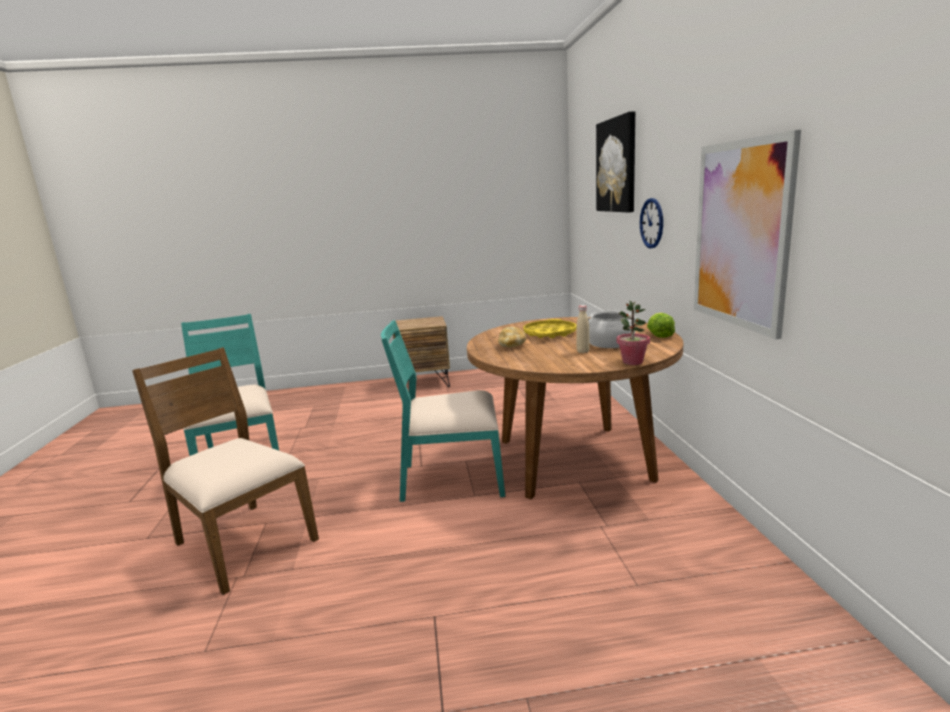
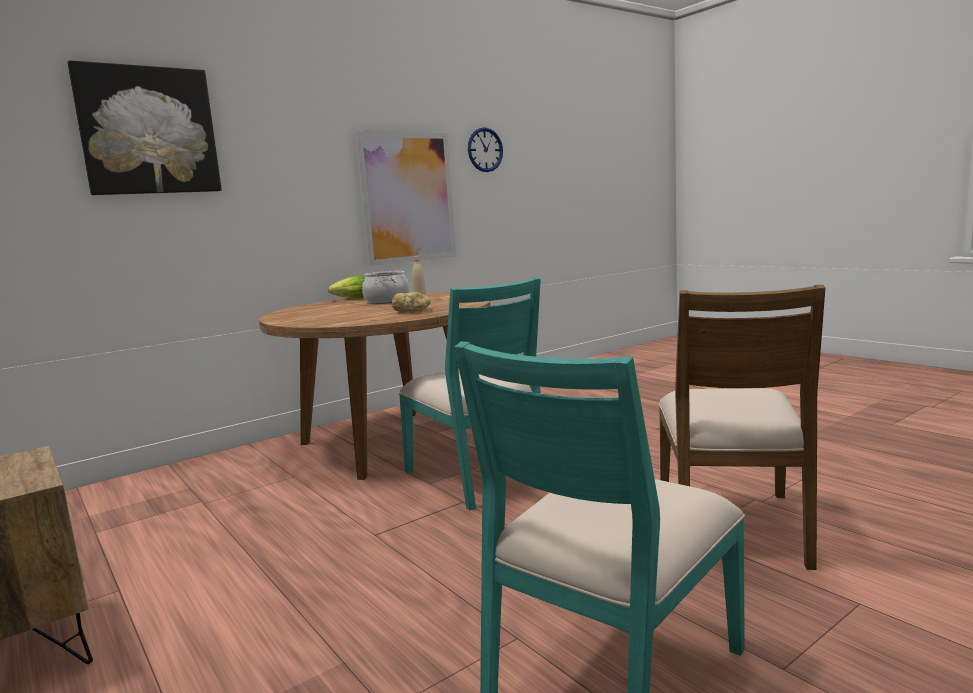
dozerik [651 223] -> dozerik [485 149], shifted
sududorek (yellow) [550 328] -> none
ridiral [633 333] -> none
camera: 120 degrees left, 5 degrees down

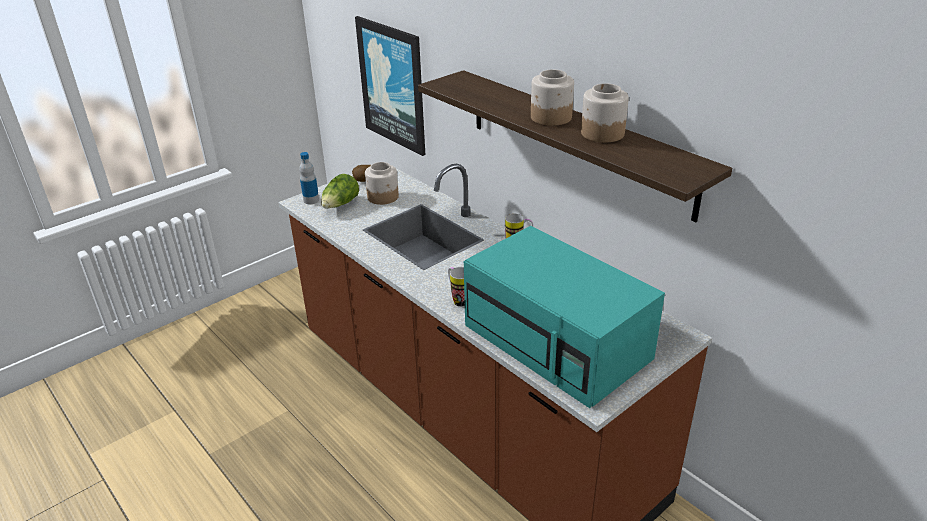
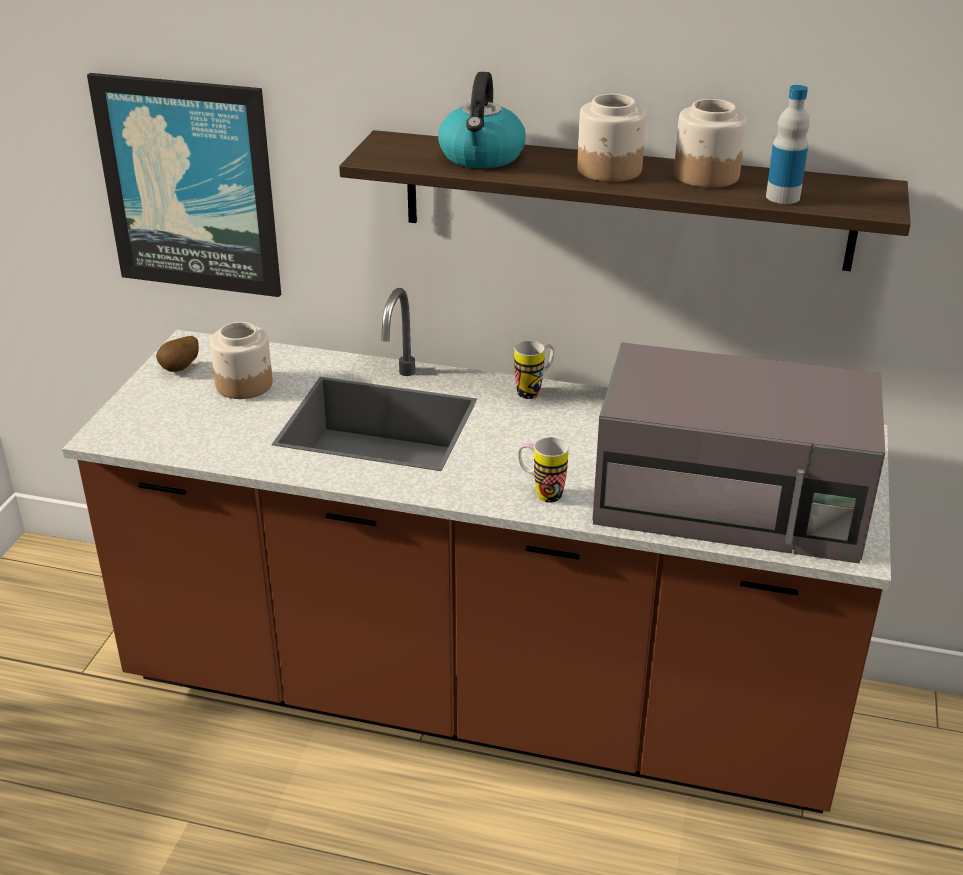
none -> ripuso [482 120]
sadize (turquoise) [564 317] -> sadize (grey) [738 453]
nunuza [309 178] -> nunuza [788 144], shifted
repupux [340 191] -> none
camera: 35 degrees left, 0 degrees up

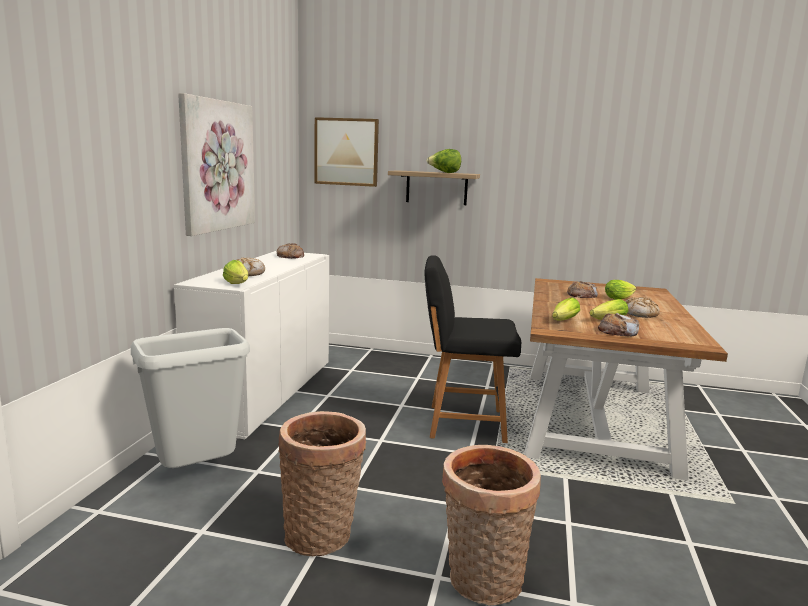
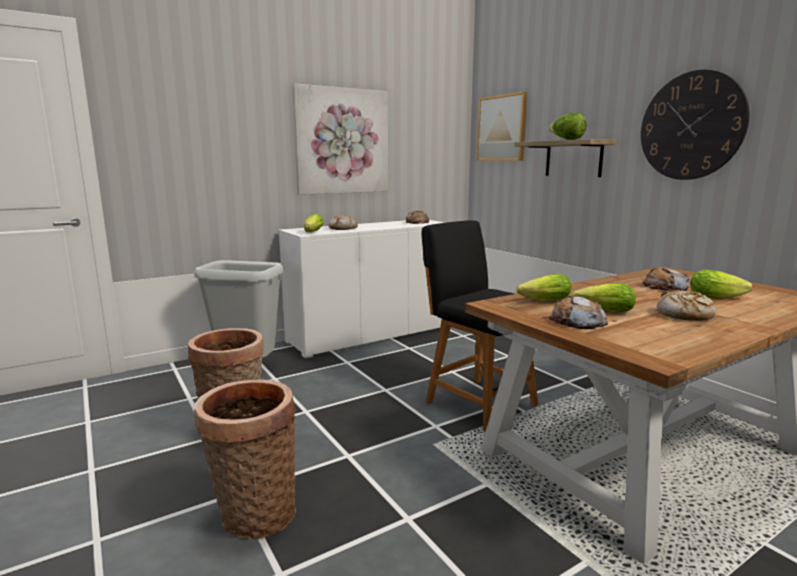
none -> dozerik [695 125]
camera: 45 degrees right, 0 degrees up

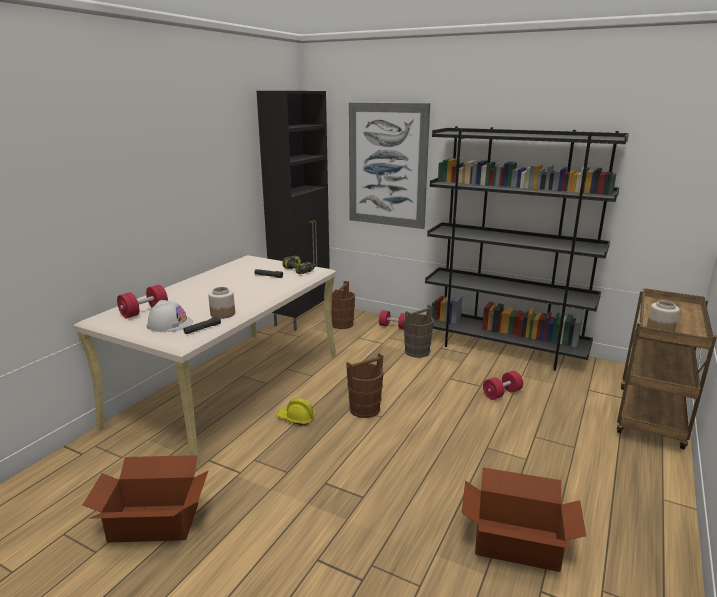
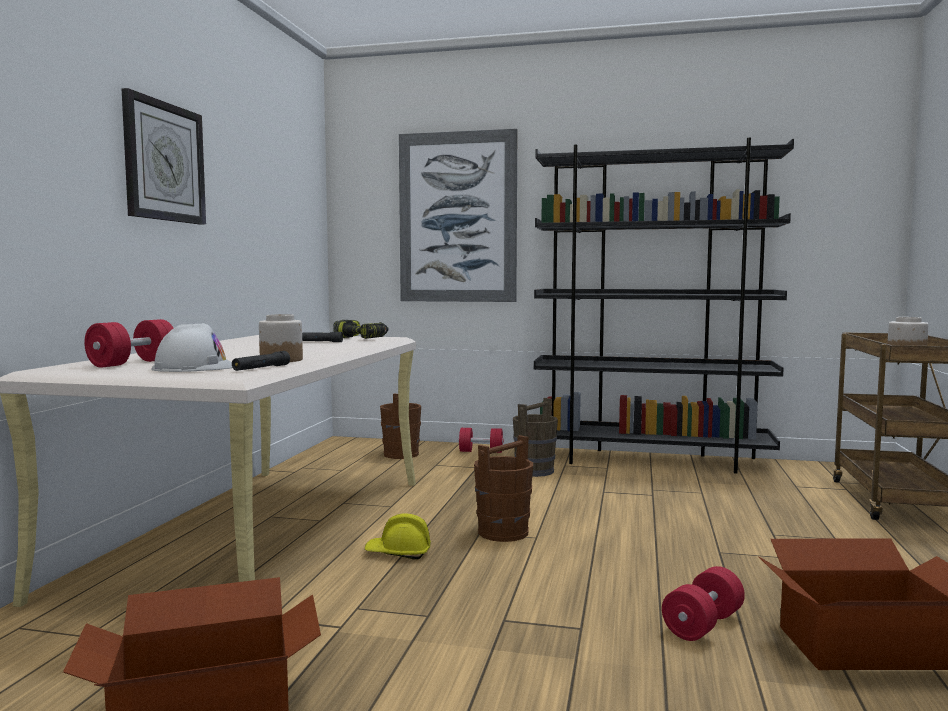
none -> dozerik [164 156]
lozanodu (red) [503 385] -> lozanodu (red) [703 603], shifted
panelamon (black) [293 211] -> none
camera: 15 degrees left, 15 degrees down

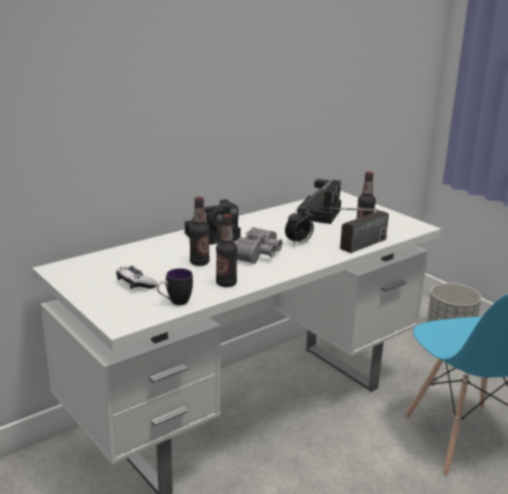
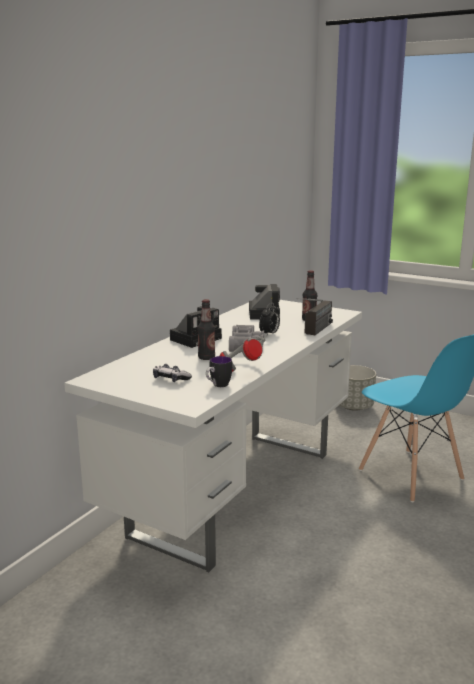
nunuza [226 250] -> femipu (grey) [242 354]
camera: 20 degrees left, 5 degrees down

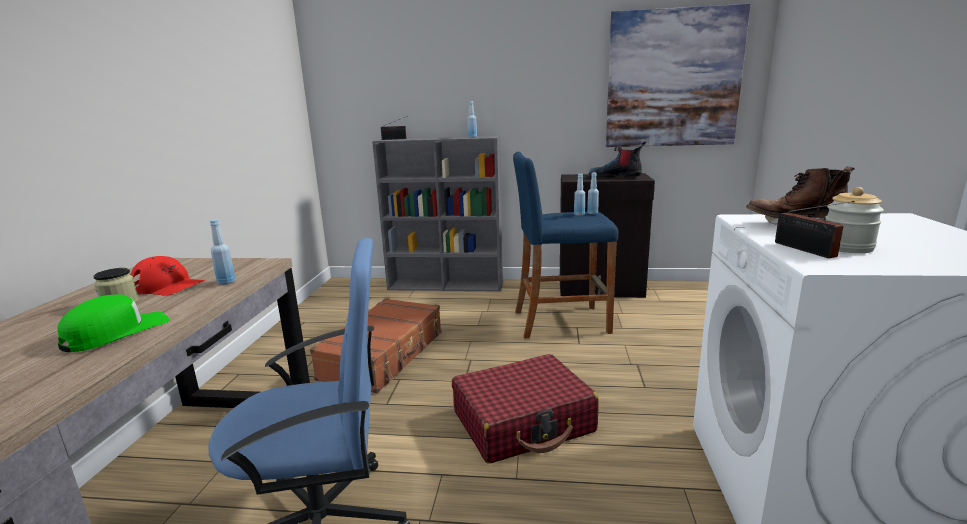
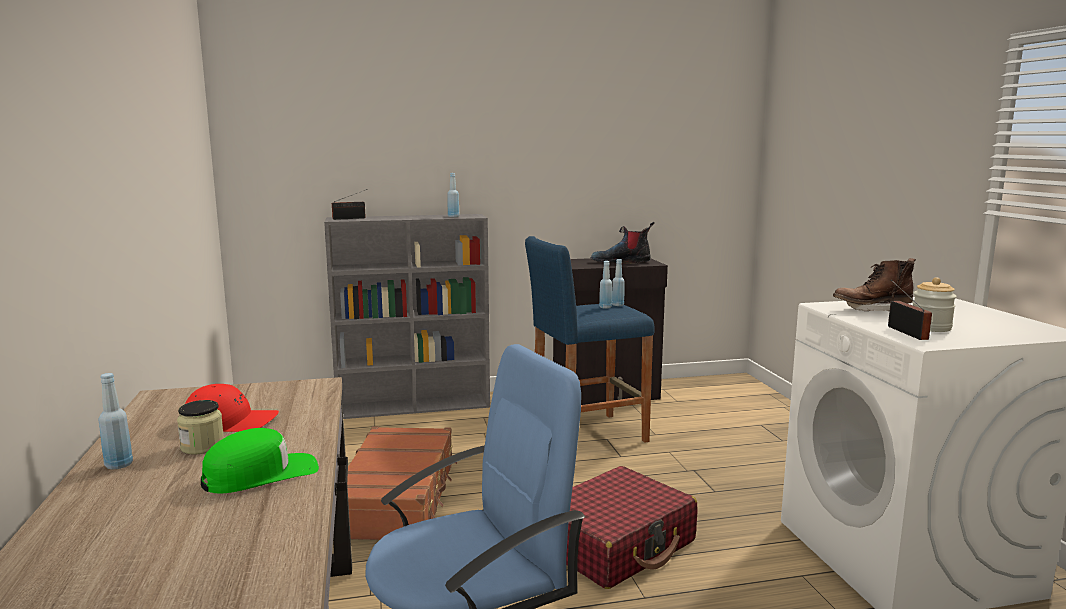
nunuza (blue) [223 252] -> nunuza (blue) [115 421], shifted
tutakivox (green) [113 323] -> tutakivox (green) [260 461], 45 degrees clockwise
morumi [815 229] -> morumi [910 310], 150 degrees counterclockwise
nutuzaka [678 75] -> none
camera: 20 degrees left, 5 degrees down

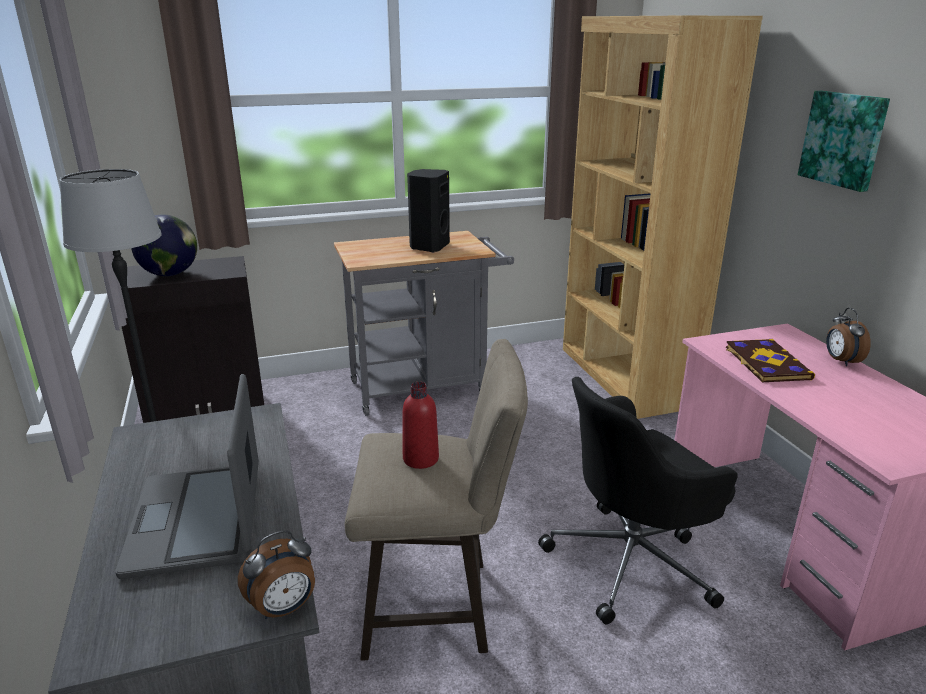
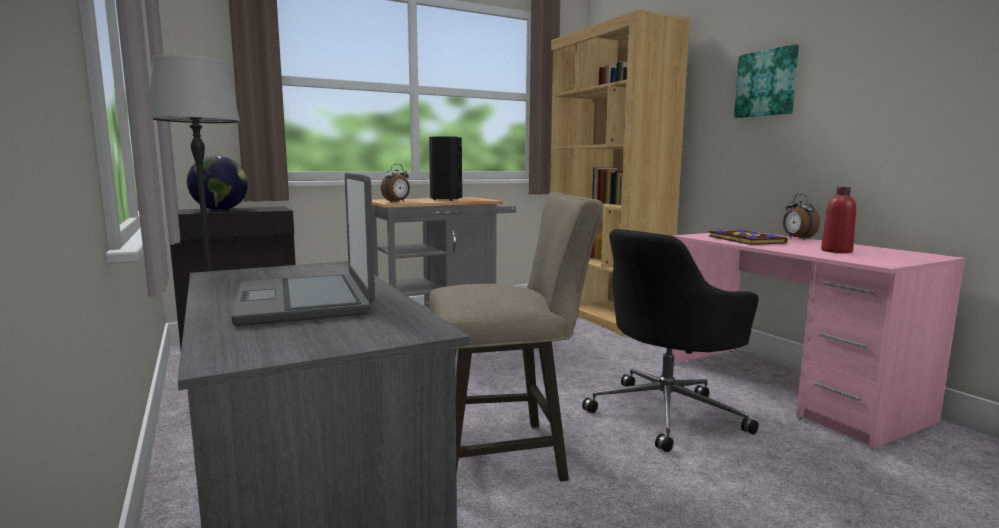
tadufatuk [276 574] -> tadufatuk [395 183], shifted
nunuza (red) [421 425] -> nunuza (red) [838 220], shifted
camera: 10 degrees left, 15 degrees down

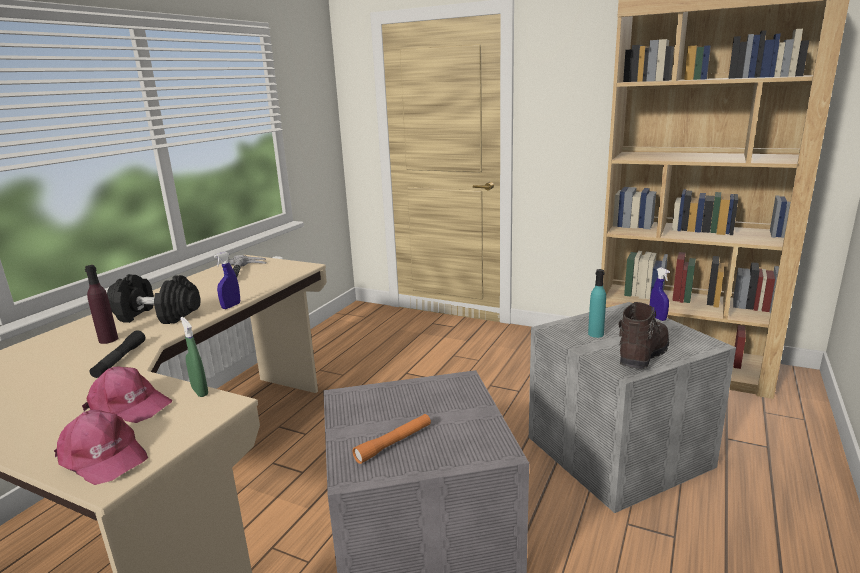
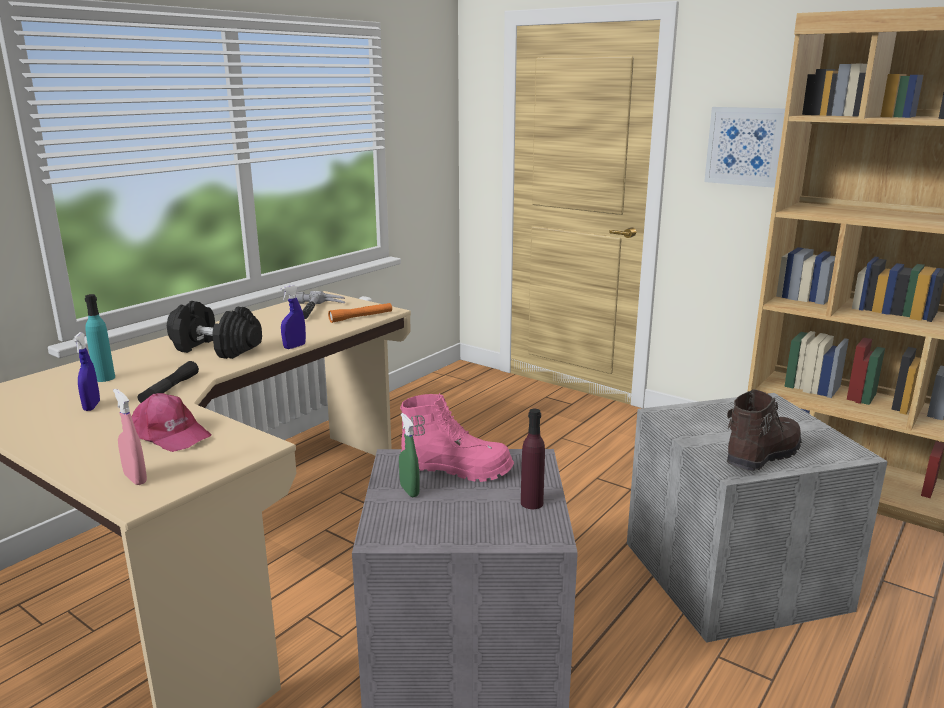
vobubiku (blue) [660 294] -> vobubiku (blue) [86 371], shifted
nunuza (turquoise) [597 303] -> nunuza (turquoise) [100 338], shifted
tutakivox (pink) [101 447] -> vobubiku (pink) [130 437]
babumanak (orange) [391 439] -> babumanak (orange) [360 313], shifted
vobubiku (green) [194 357] -> vobubiku (green) [409 455], shifted
none -> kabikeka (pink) [457 437]
nunuza (purple) [101 304] -> nunuza (purple) [533 459], shifted
none -> nutuzaka [744 147]
camera: 10 degrees right, 0 degrees up

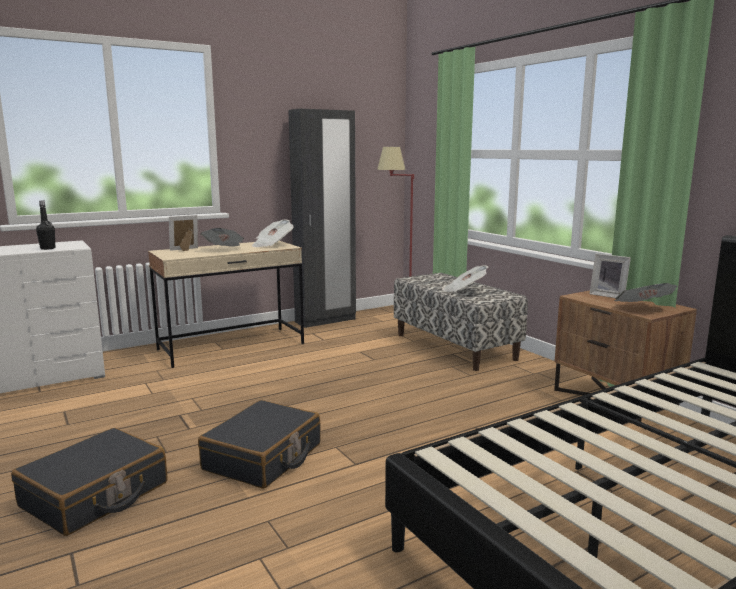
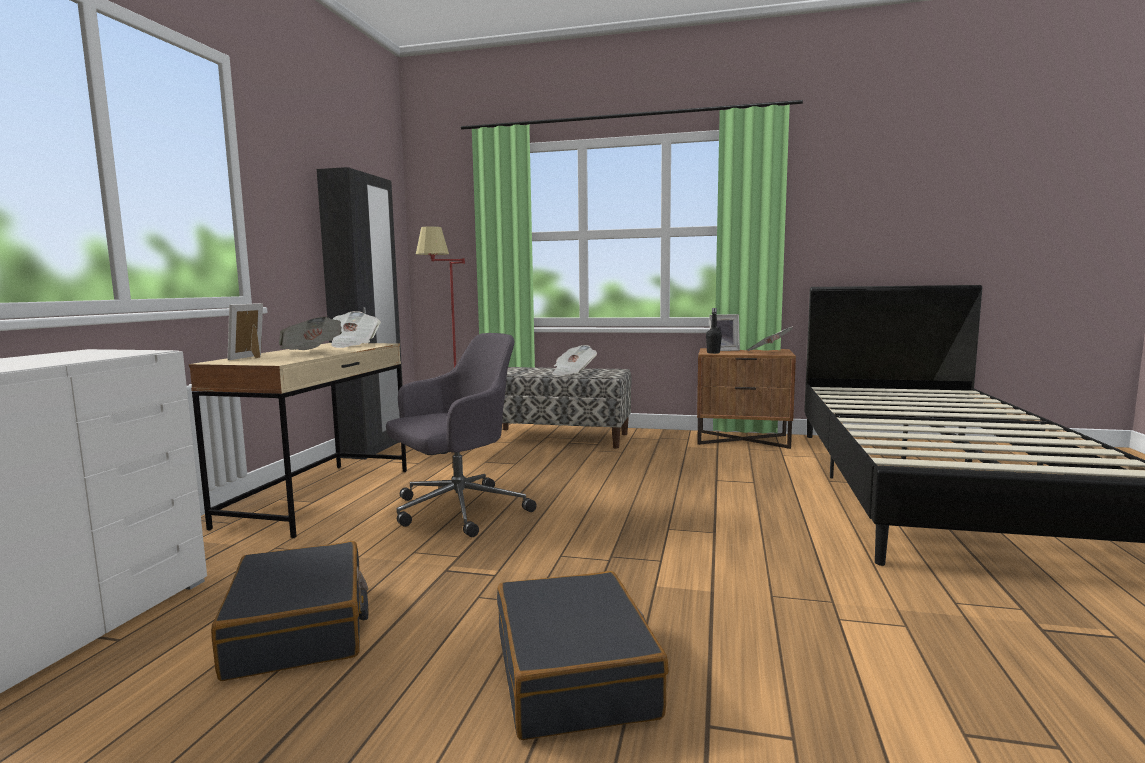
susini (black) [259 444] -> susini (black) [290 611], shifted
none -> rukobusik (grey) [461 435]
nunuza (black) [45 225] -> nunuza (black) [714 331], shifted
camera: 45 degrees left, 5 degrees down

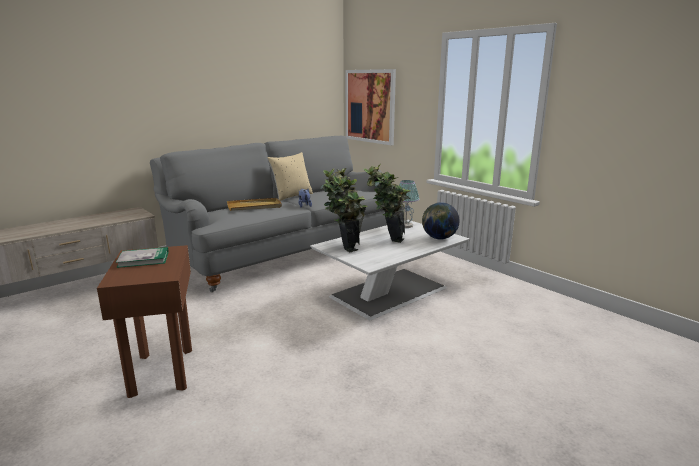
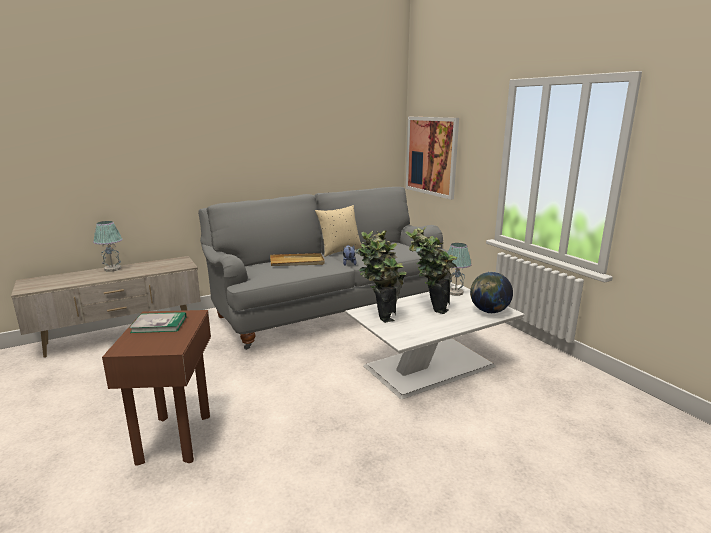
none -> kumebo [107 246]
camera: 10 degrees right, 0 degrees up

